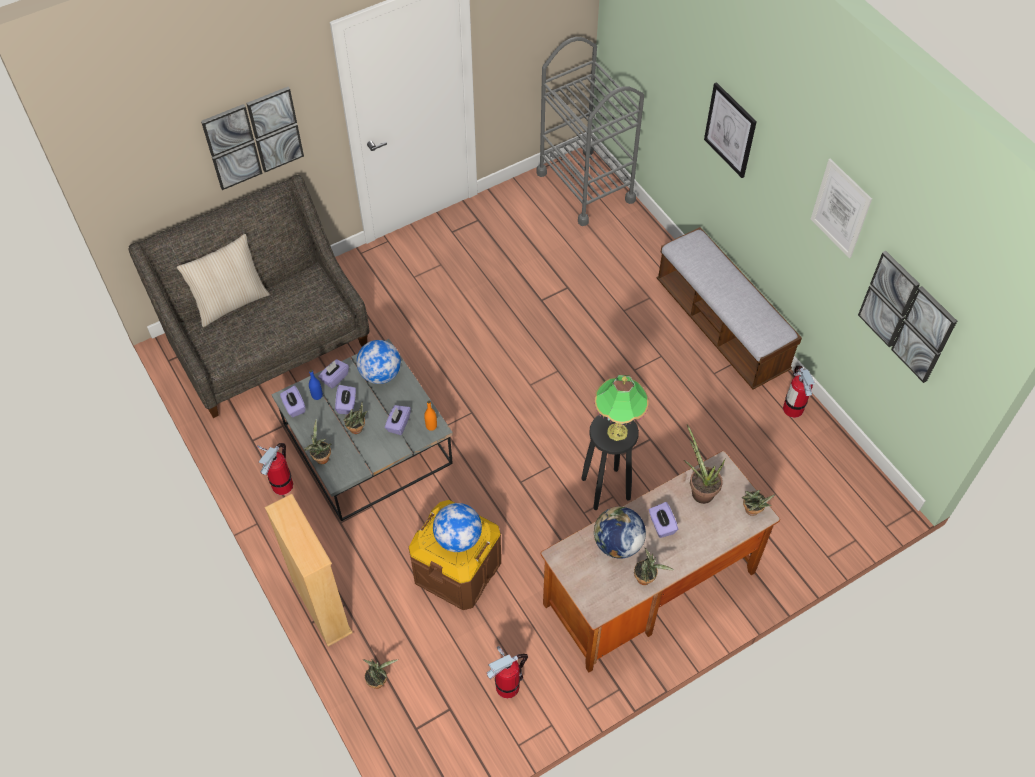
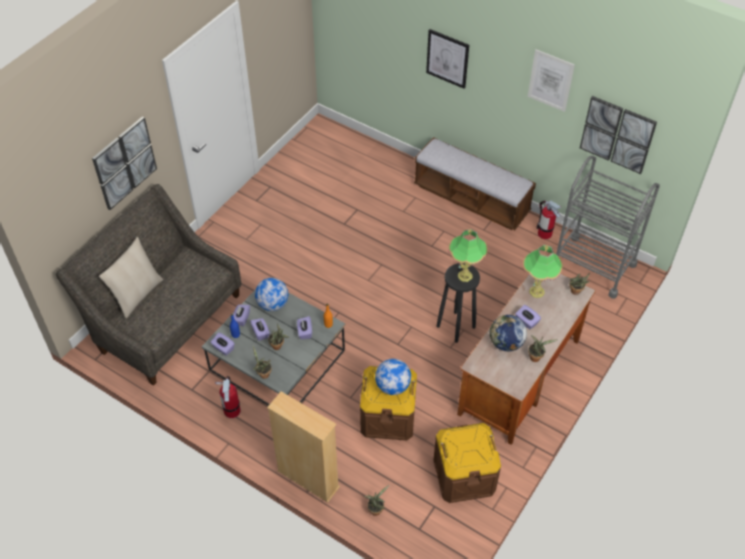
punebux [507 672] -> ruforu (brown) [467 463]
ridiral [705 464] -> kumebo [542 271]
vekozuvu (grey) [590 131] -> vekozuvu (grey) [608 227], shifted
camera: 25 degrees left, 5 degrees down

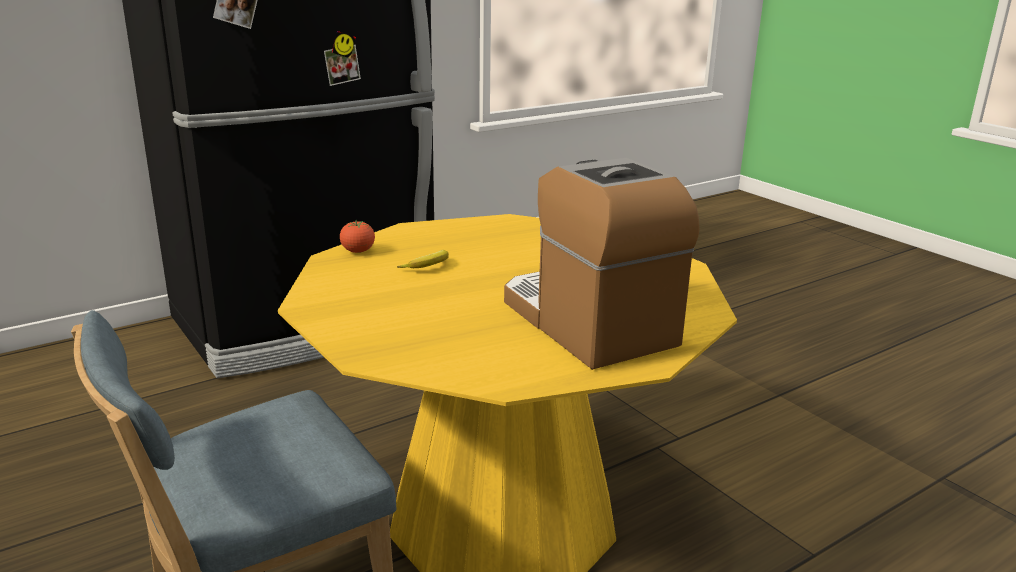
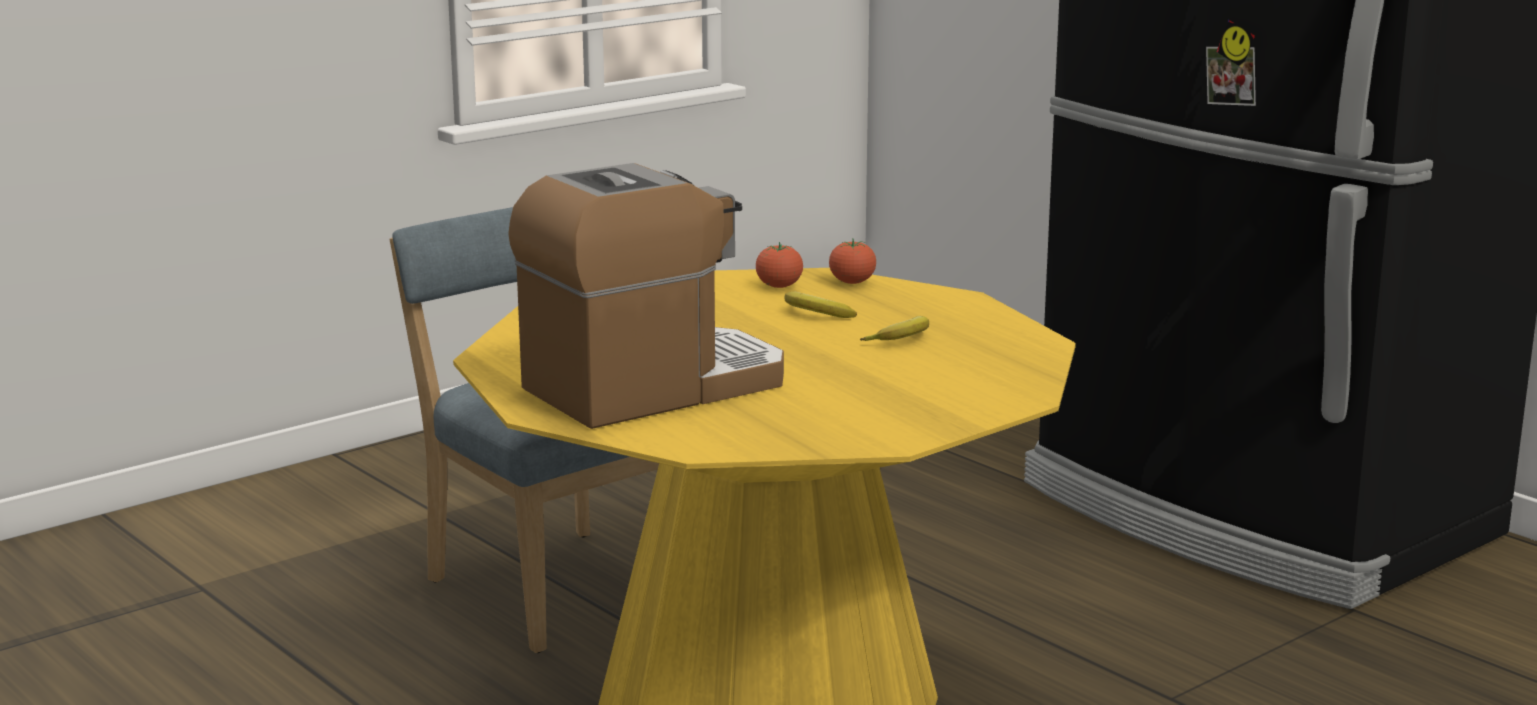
none -> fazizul [779 265]
none -> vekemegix [894 328]
camera: 85 degrees right, 5 degrees down

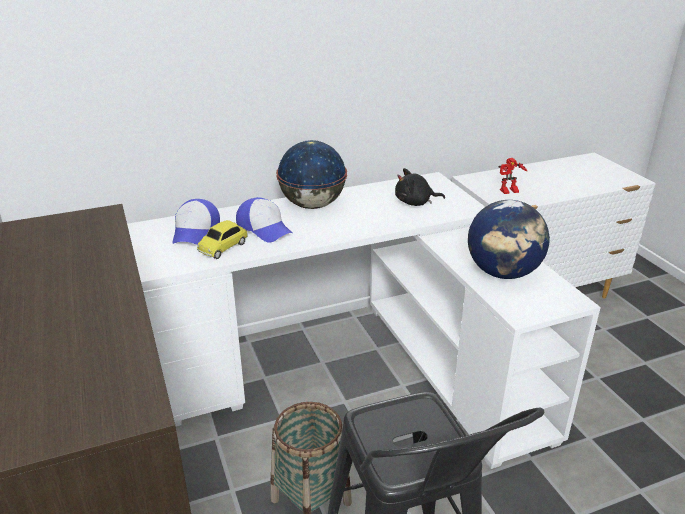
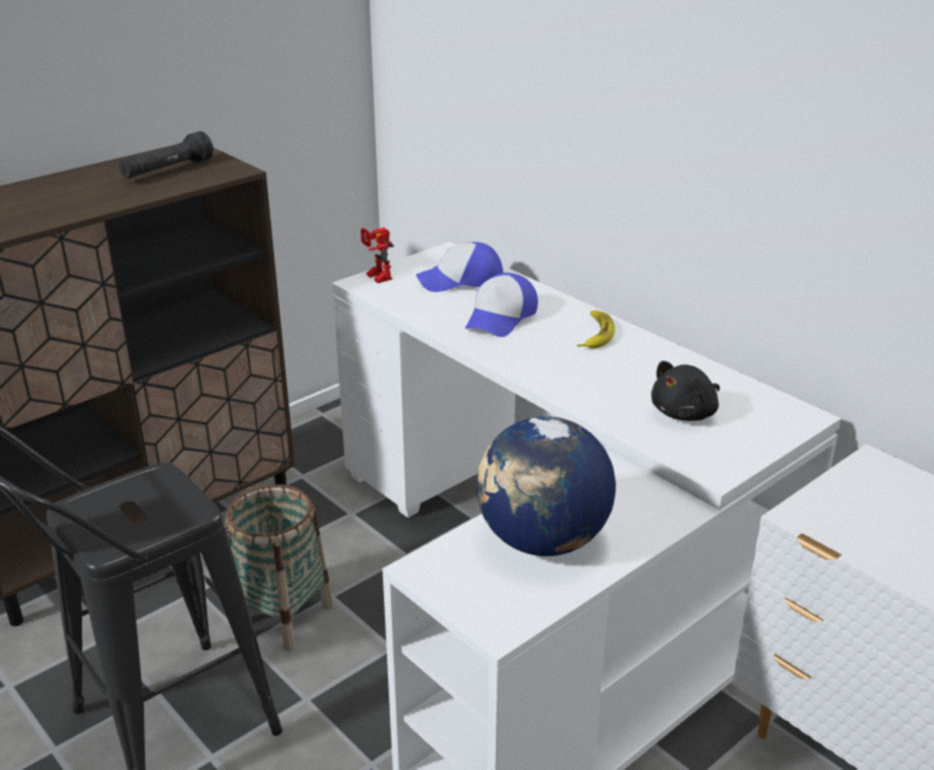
none -> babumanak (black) [166 154]
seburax [513 176] -> seburax [377 255], shifted
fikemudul [311 174] -> vekemegix [596 329]
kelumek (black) [420 187] -> kelumek (black) [685 391], 105 degrees counterclockwise
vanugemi [222 239] -> none
camera: 70 degrees right, 0 degrees up

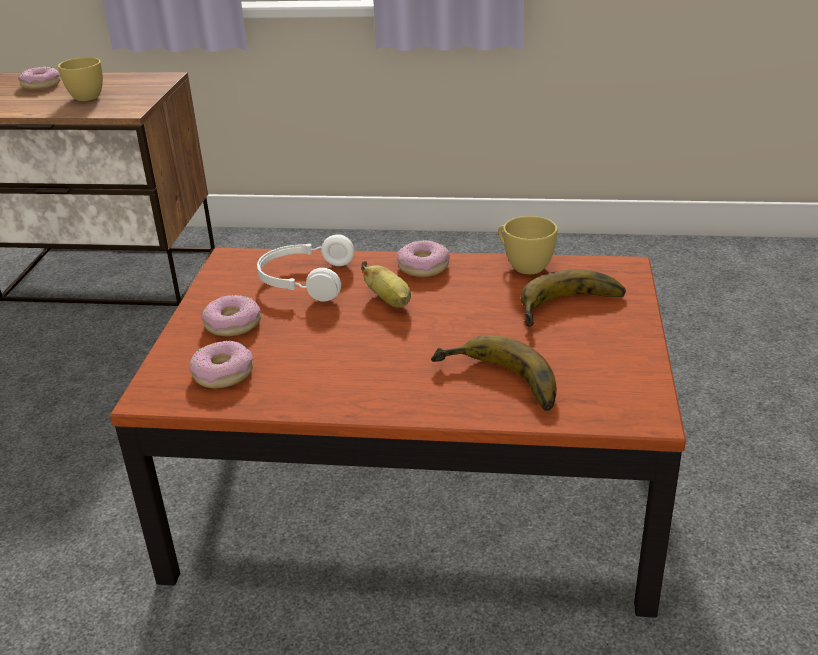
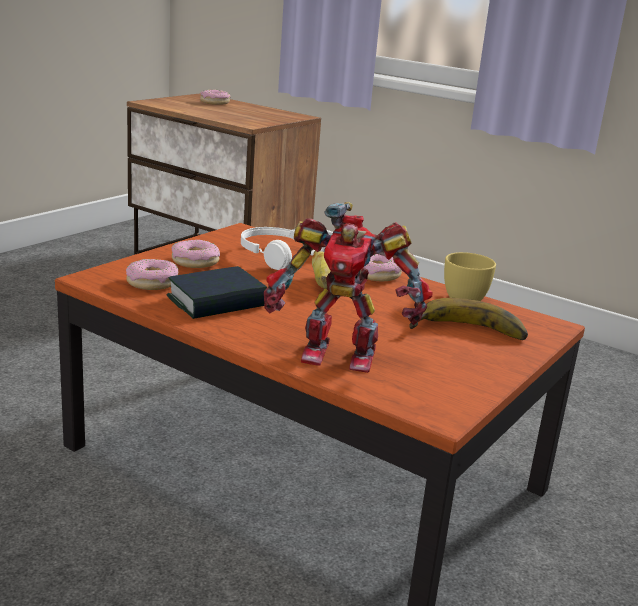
none -> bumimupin [217 292]
vekemegix [493 373] -> seburax [348 287]
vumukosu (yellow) [80 79] -> none
camera: 25 degrees right, 10 degrees down

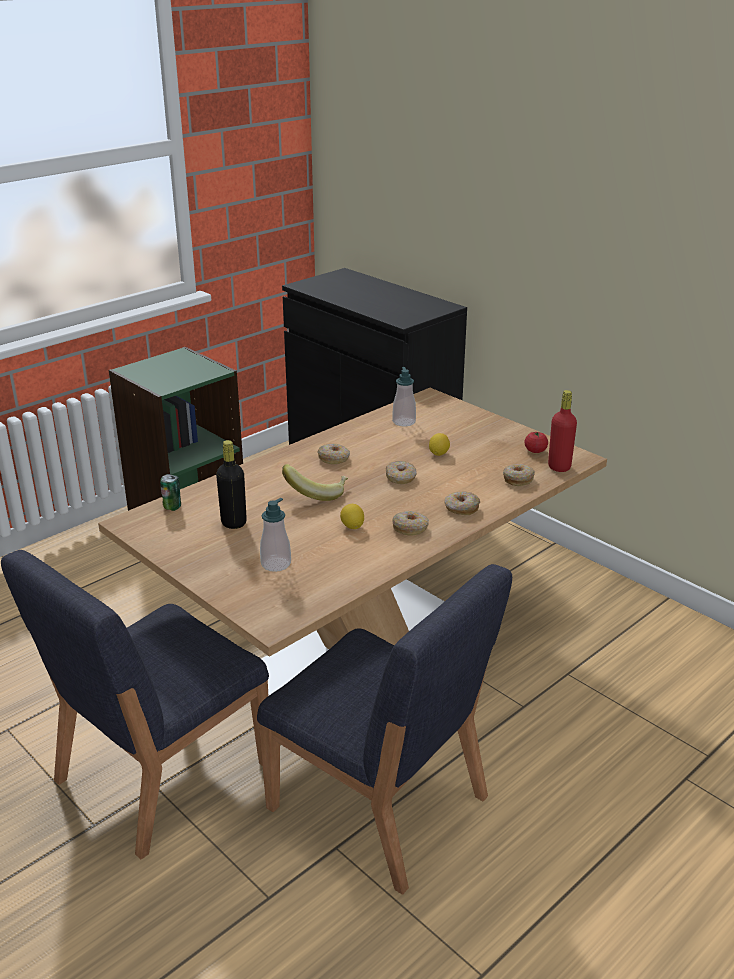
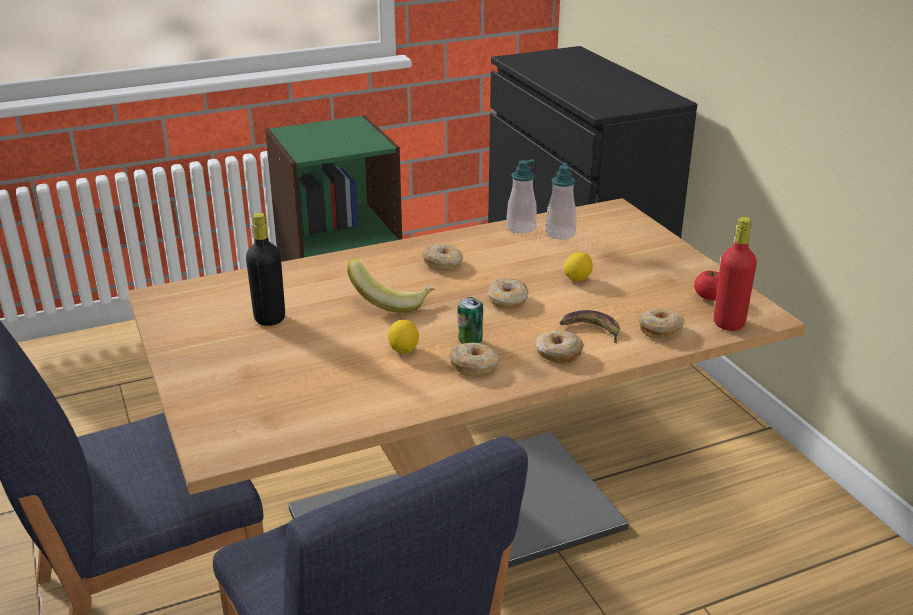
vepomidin [170 492] -> vepomidin [470 320], shifted
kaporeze [275 535] -> kaporeze [521 196], shifted
none -> vekemegix [589 326]
camera: 20 degrees right, 0 degrees up

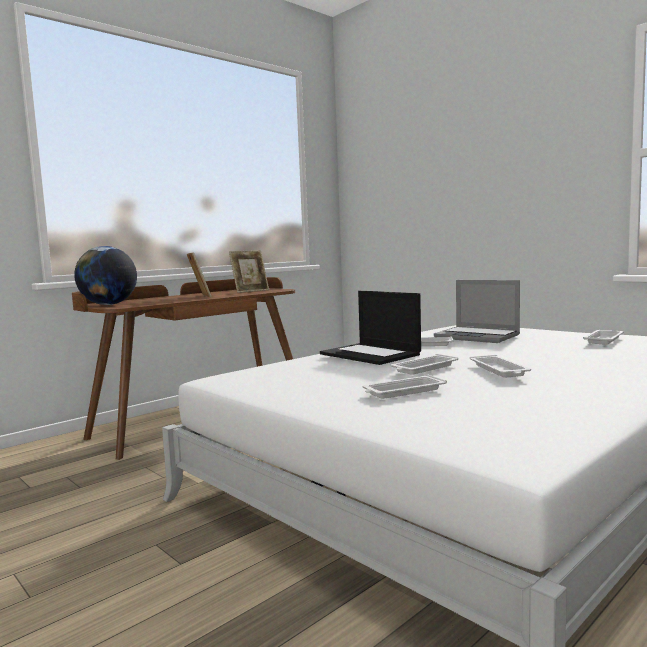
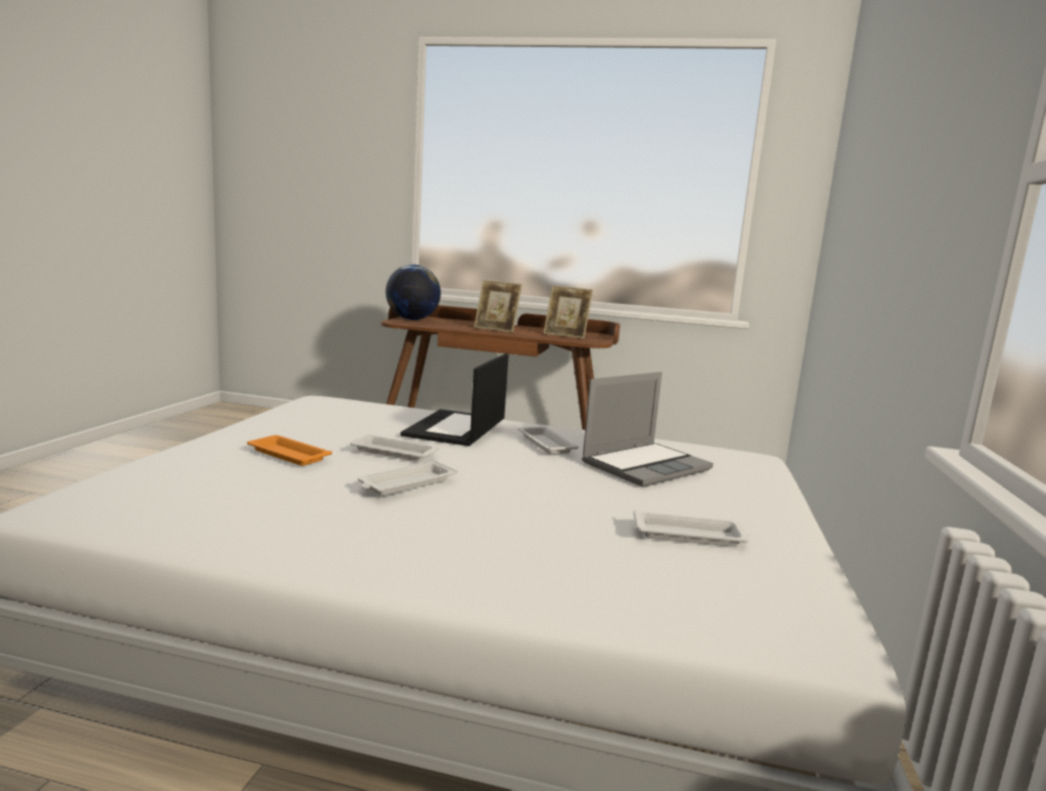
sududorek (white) [404 386] -> sududorek (orange) [289 450]
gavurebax [199 274] -> gavurebax [498 306], 75 degrees clockwise
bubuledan [477 311] -> bubuledan [647 429], 135 degrees counterclockwise
camera: 55 degrees right, 5 degrees up

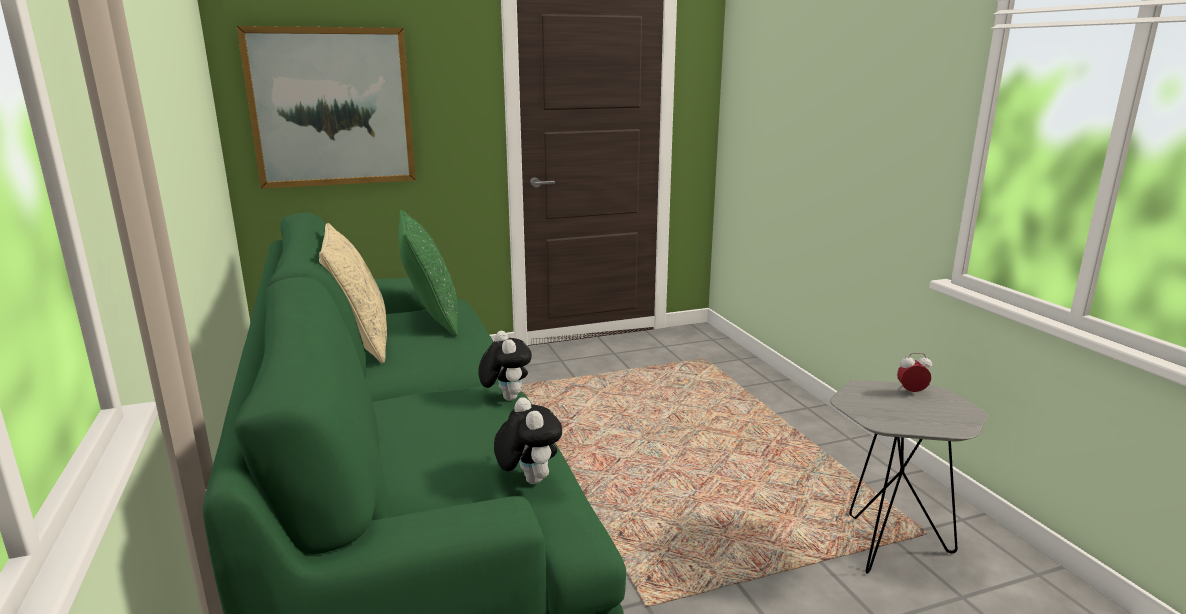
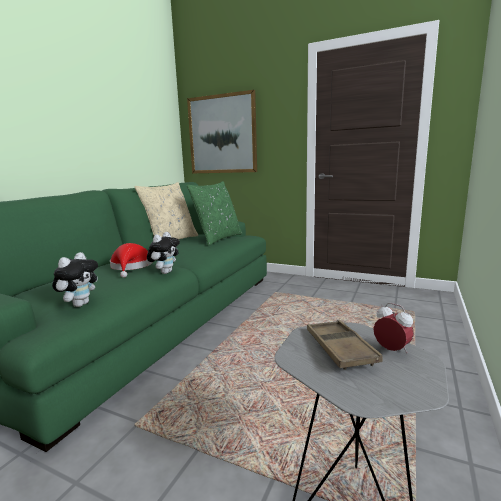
none -> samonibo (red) [131 260]
none -> sududorek (brown) [345 345]
camera: 45 degrees right, 5 degrees down

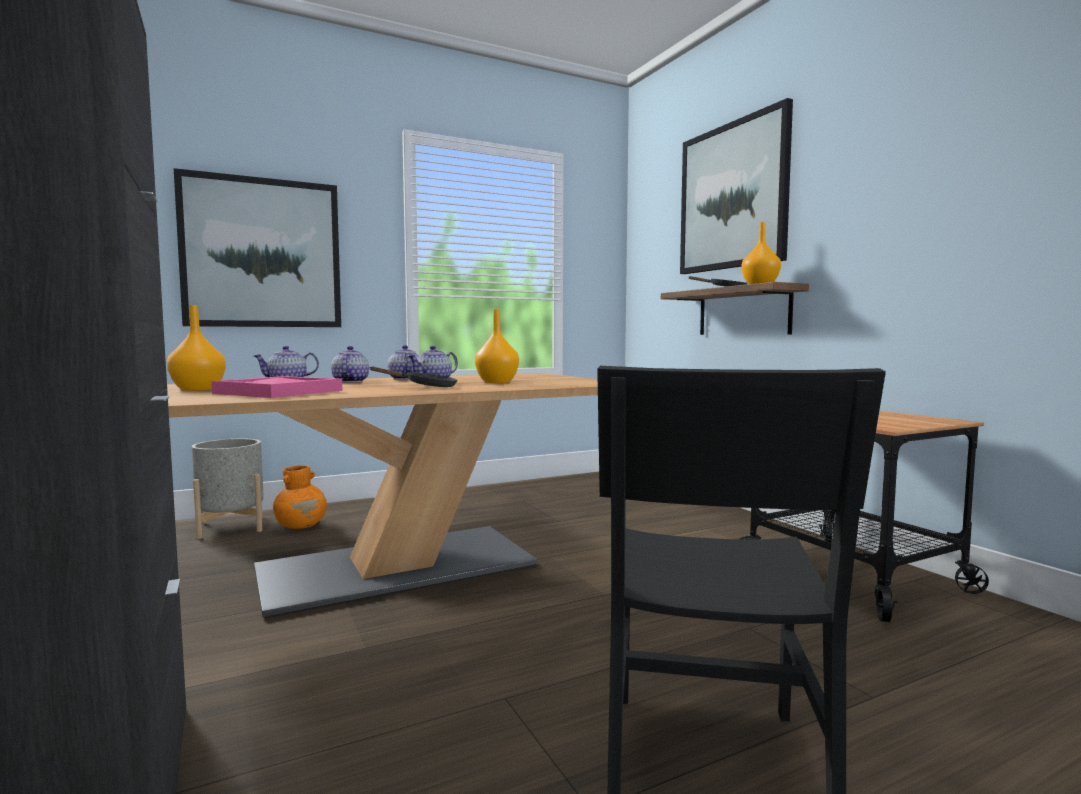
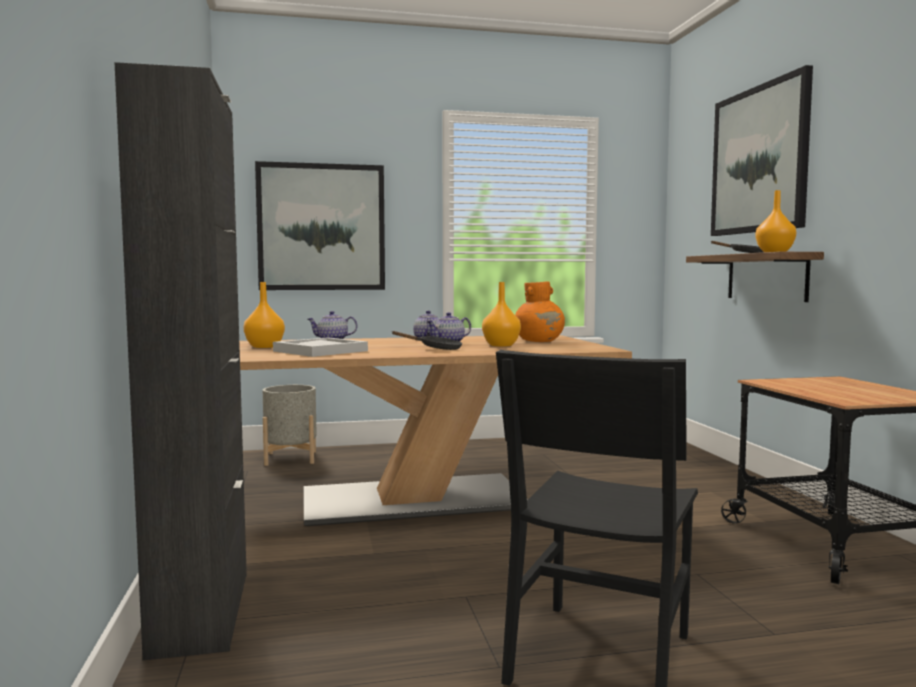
sududorek (pink) [276 387] -> sududorek (white) [320 347]
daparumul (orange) [300 497] -> daparumul (orange) [540 311], shifted
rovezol [350 364] -> none
camera: 15 degrees right, 0 degrees up

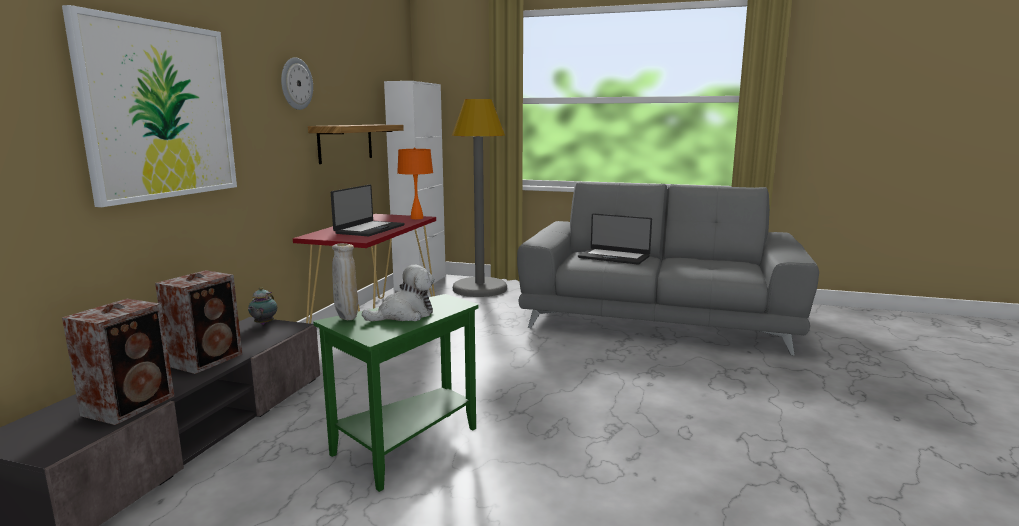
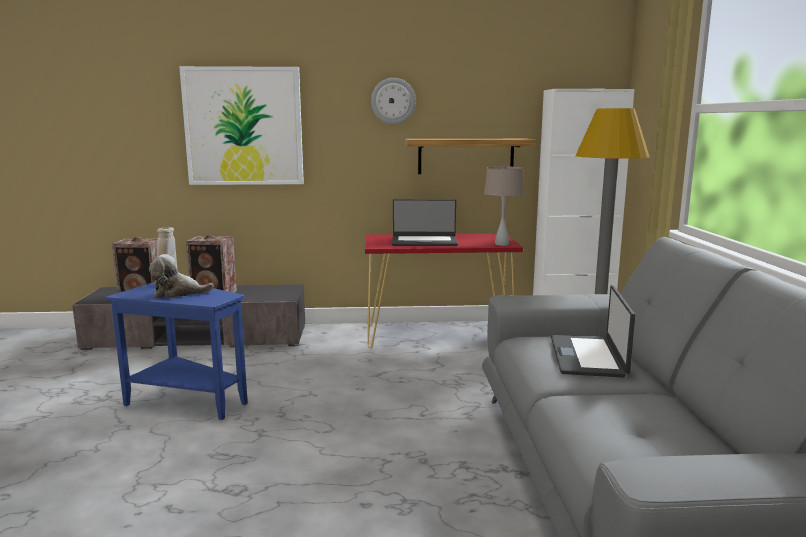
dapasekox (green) [396 393] -> dapasekox (blue) [177 351]
kelumek [398 293] -> kelumek [181 276], 135 degrees clockwise
kumebo (orange) [415 183] -> kumebo (beige) [504 206]
rovezol [262 306] -> none
camera: 70 degrees right, 0 degrees up

